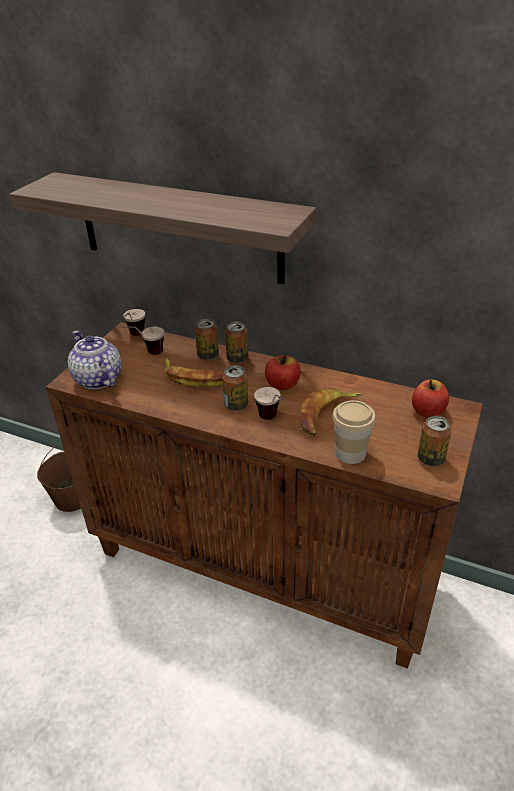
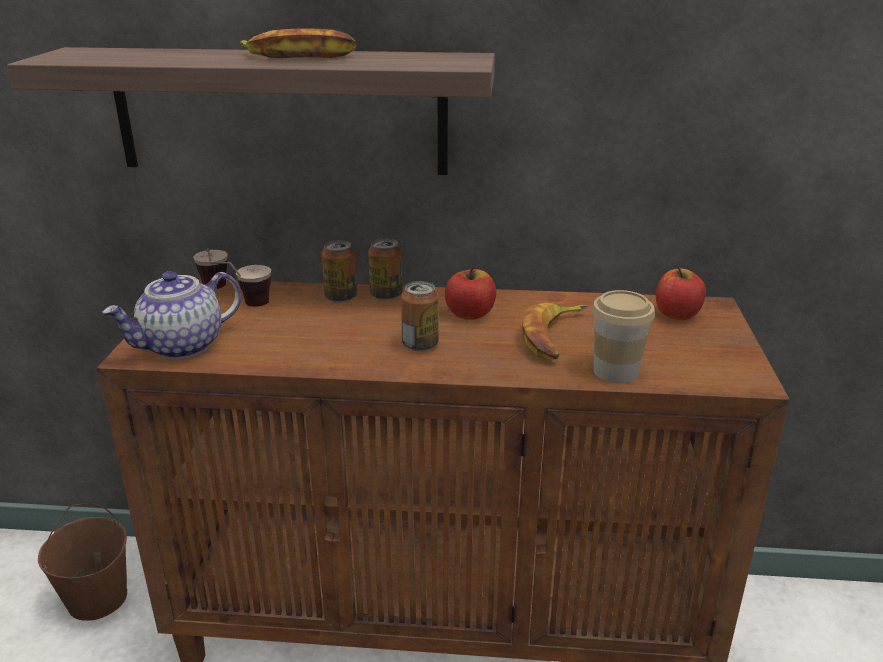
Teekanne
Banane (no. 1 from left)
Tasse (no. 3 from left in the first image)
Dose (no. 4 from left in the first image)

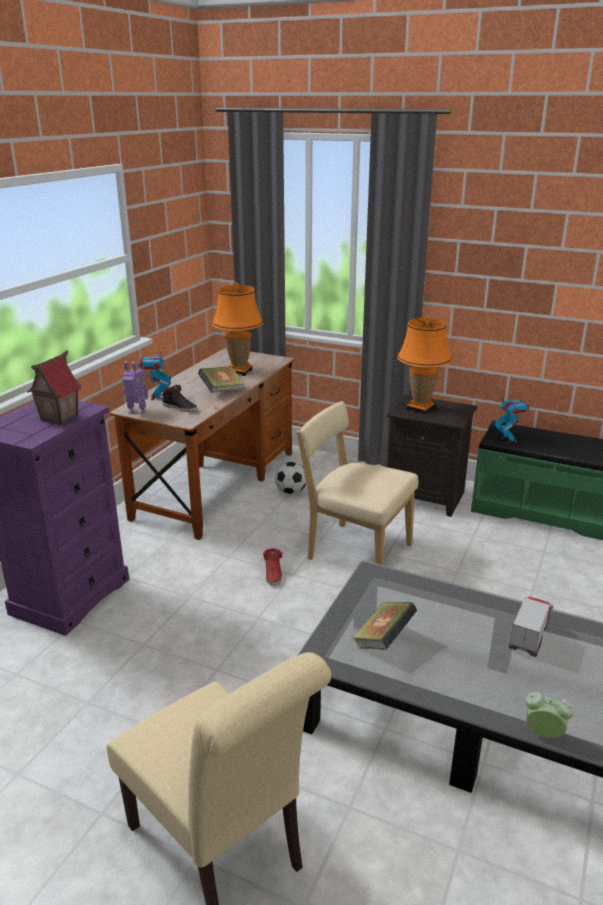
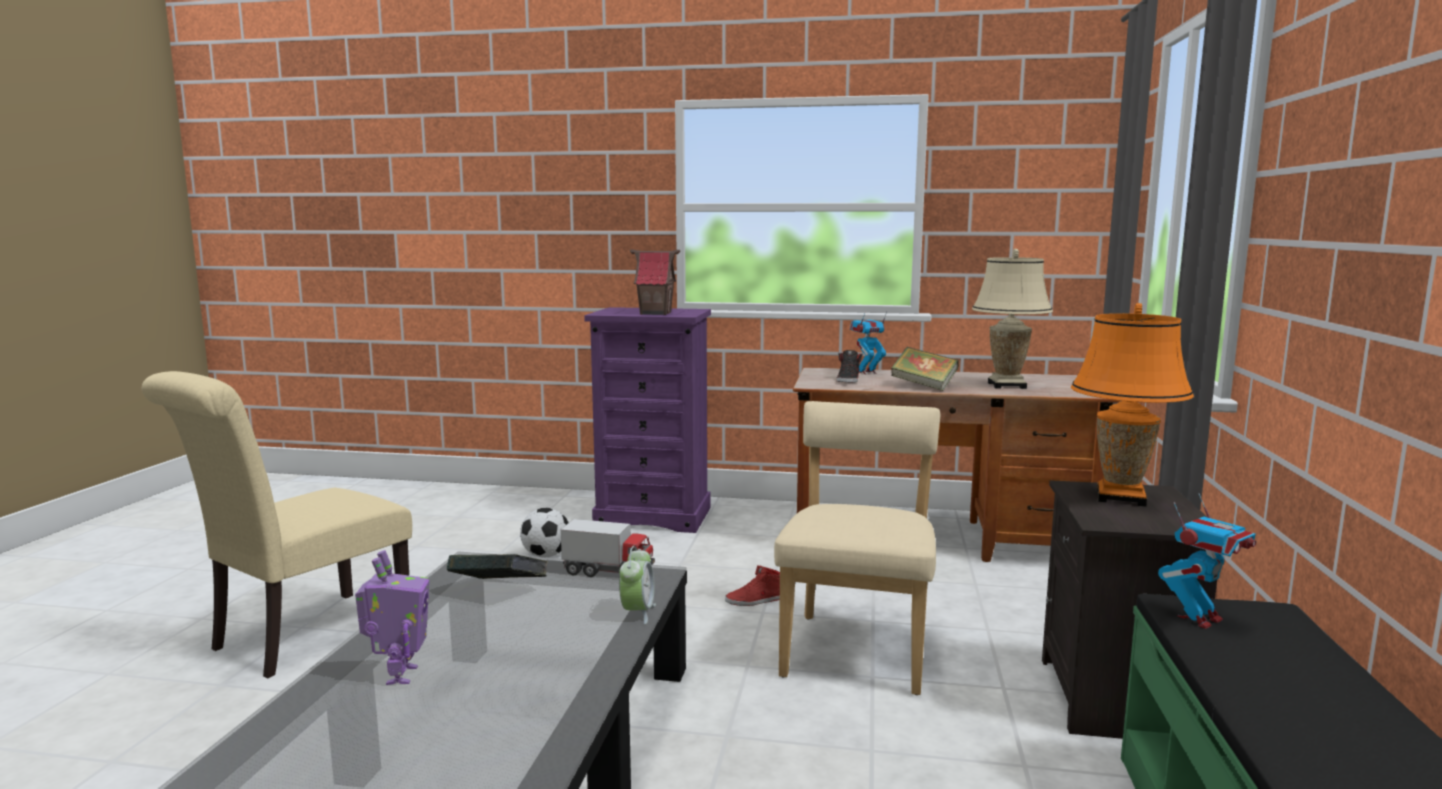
Spielzeugroboter (no. 1 from left)
Tischlampe [beige]
Fußball
Spielzeuglaster
Wecker

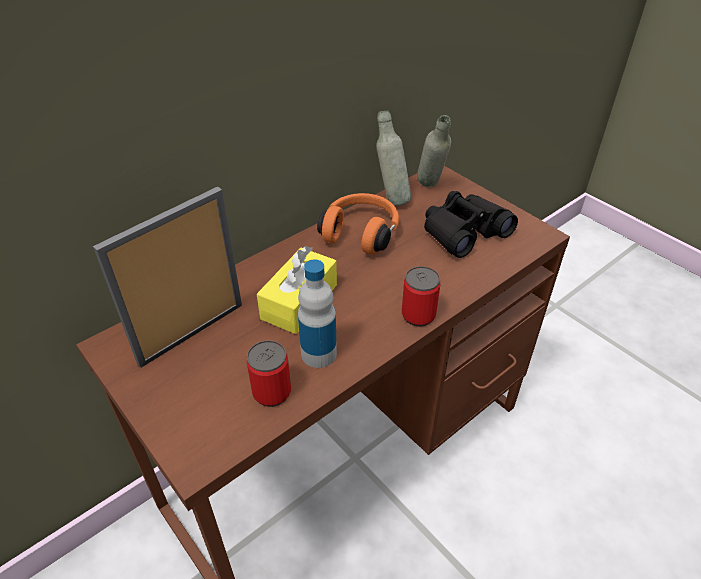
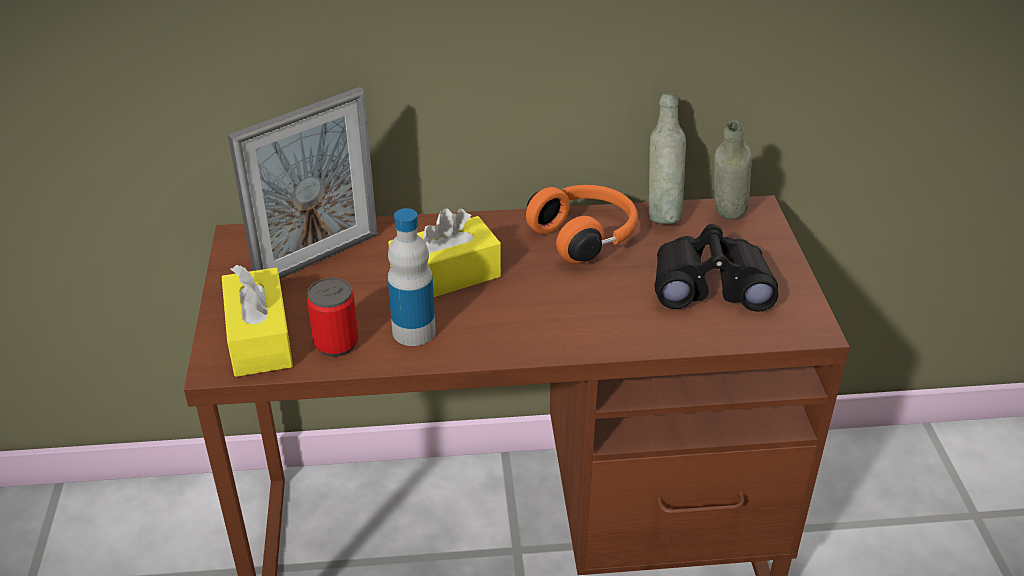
Bilderrahmen
Dose (no. 2 from left in the first image)
Taschentuchbox [gelb] (no. 1 from left)

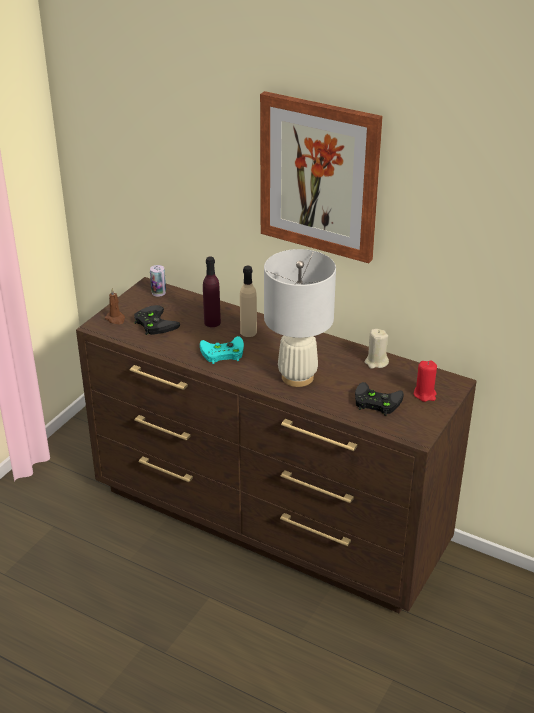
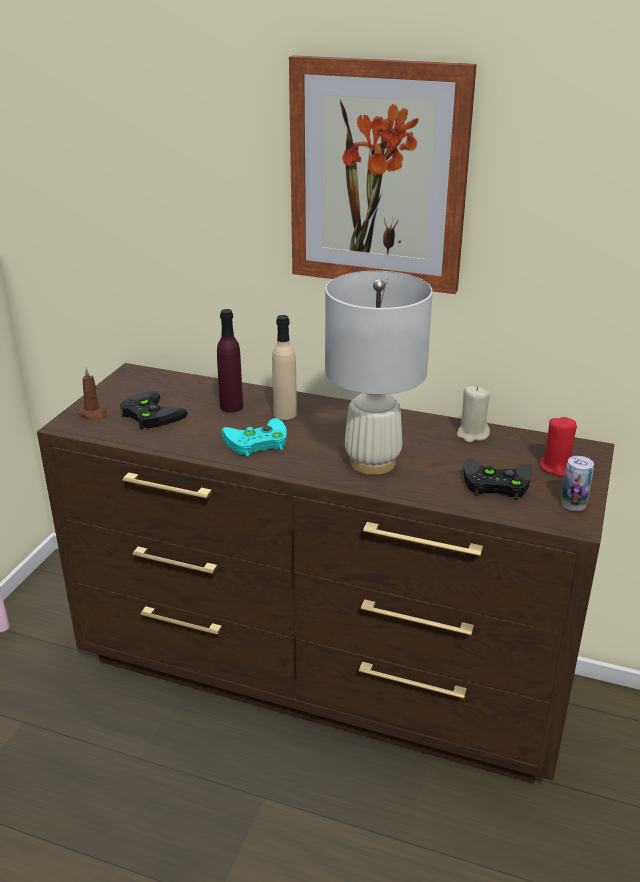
Dose

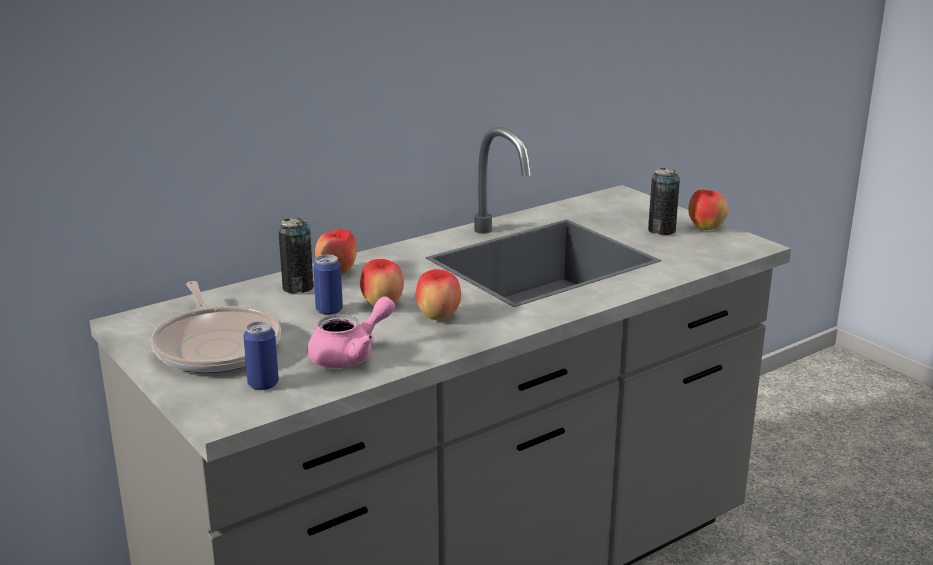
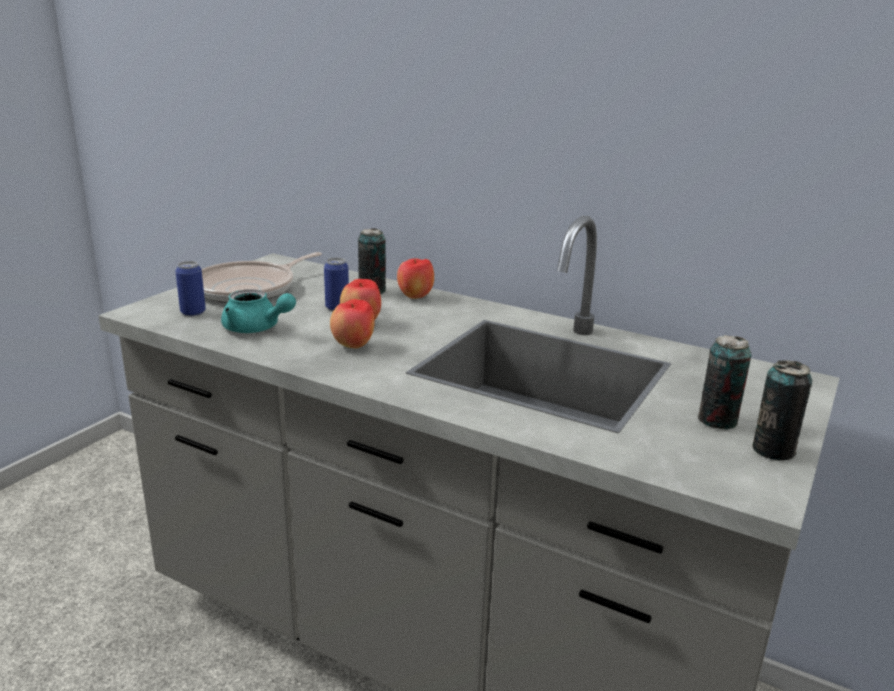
Teekanne [türkis]
Dose (no. 5 from left)

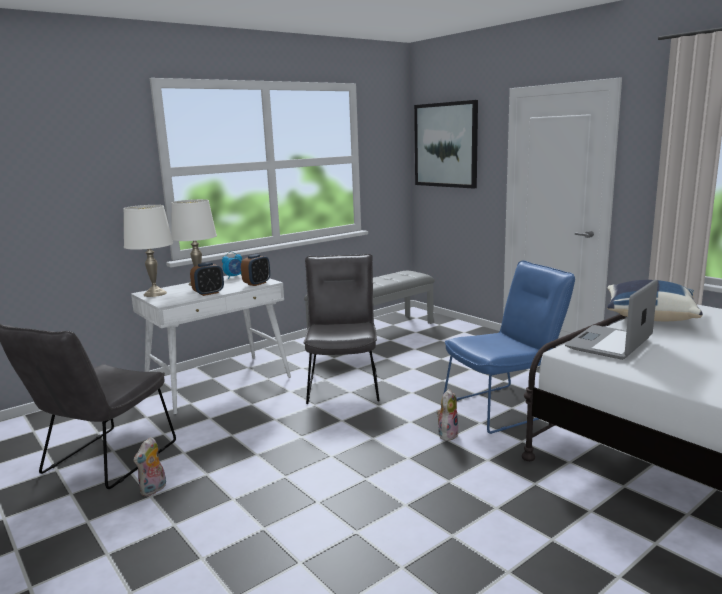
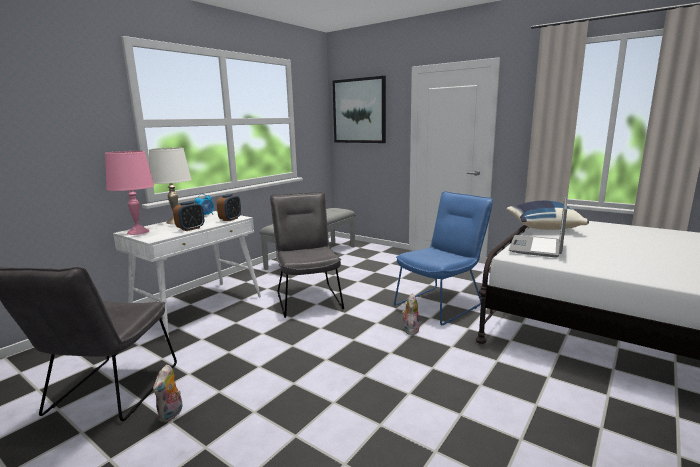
Tischlampe [rosa]

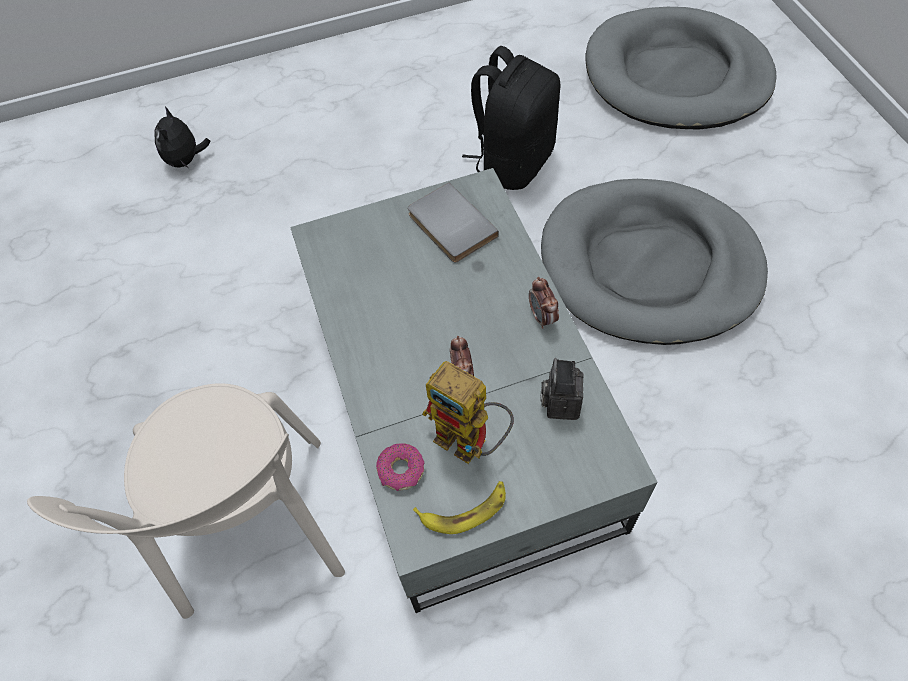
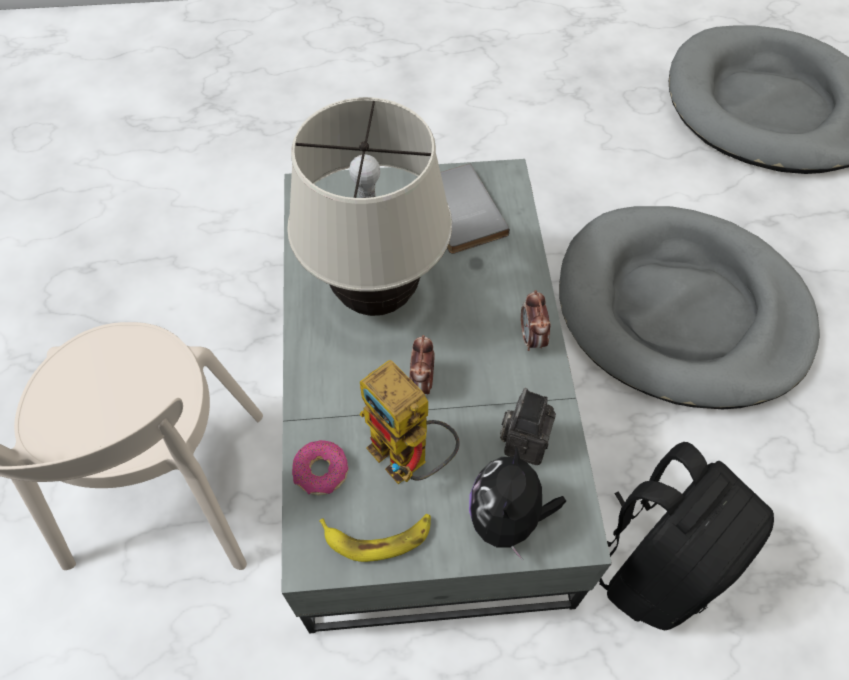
Plüschtier
Rucksack [schwarz]
Tischlampe [beige]

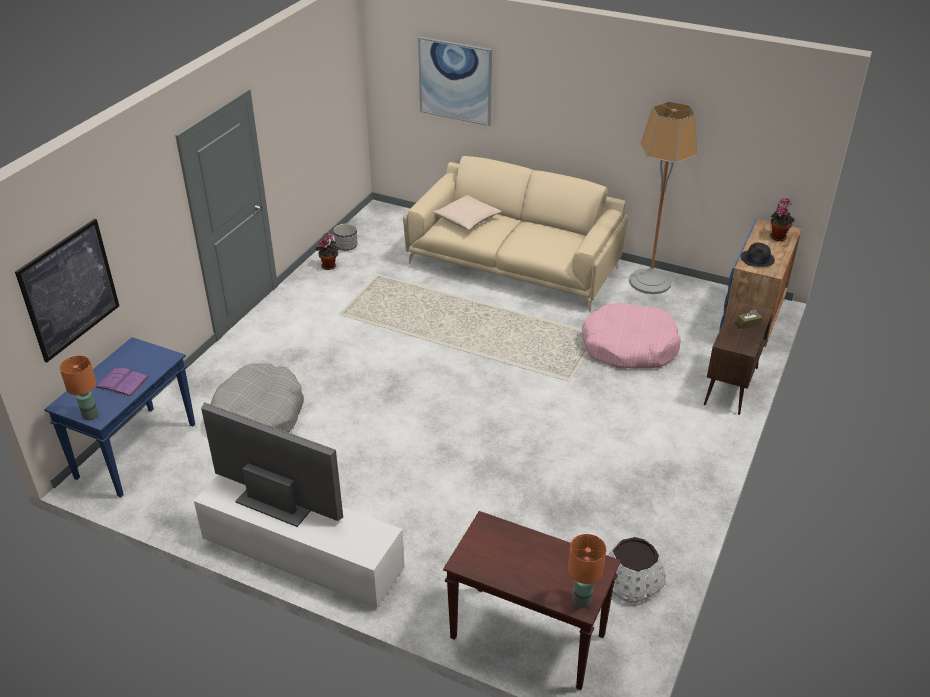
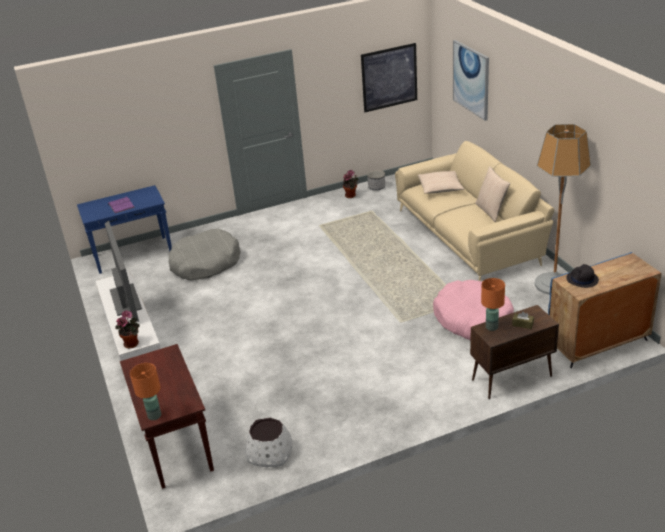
Bild (no. 1 from left)
Tischlampe [orange] (no. 2 from left)
Topfpflanze (no. 1 from left)
Kissen [beige] (no. 2 from left)

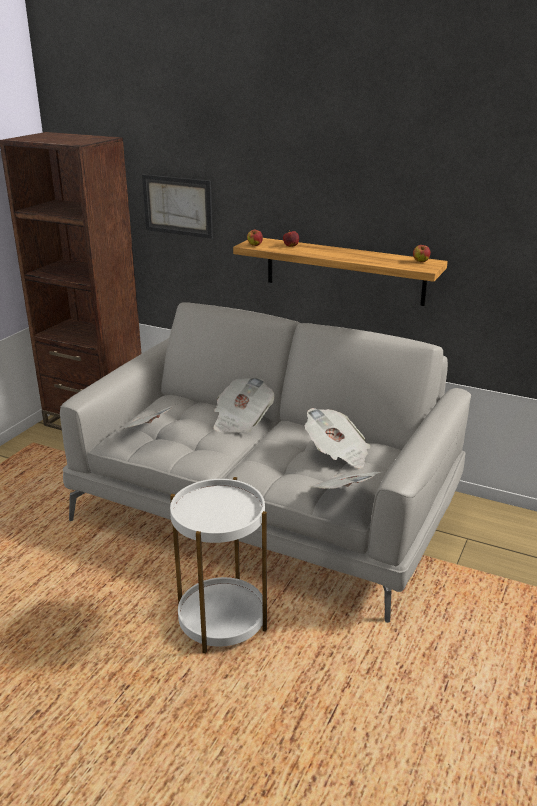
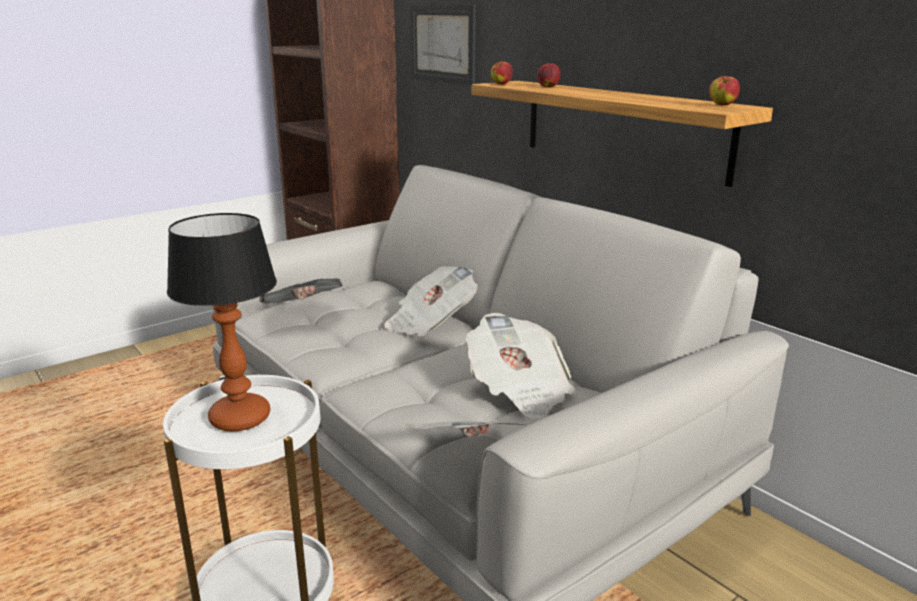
Tischlampe

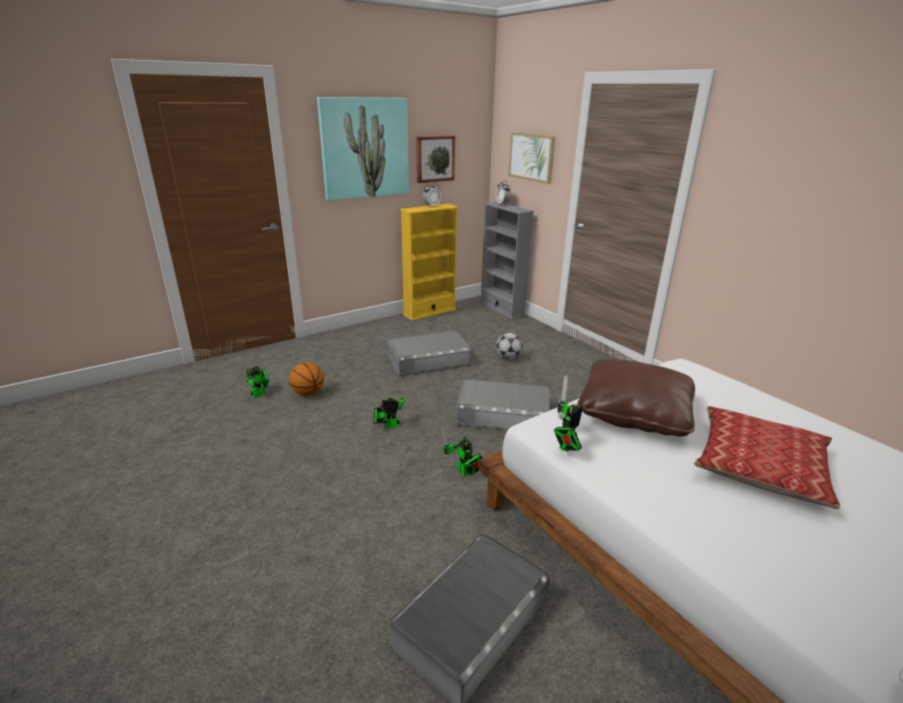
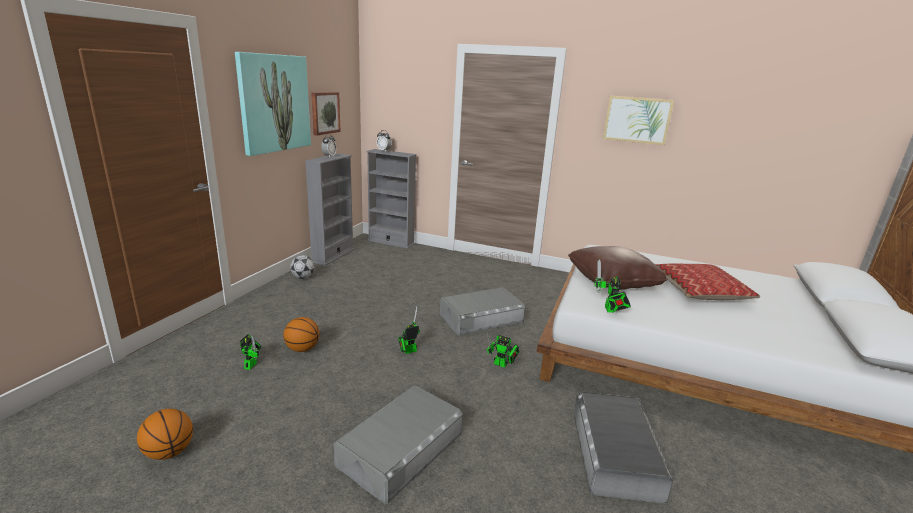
Aufbewahrungsbox [grau] (no. 1 from left)
Bücherregal [grau] (no. 1 from left)
Fußball
Bild (no. 3 from left)
Basketball (no. 1 from left)

